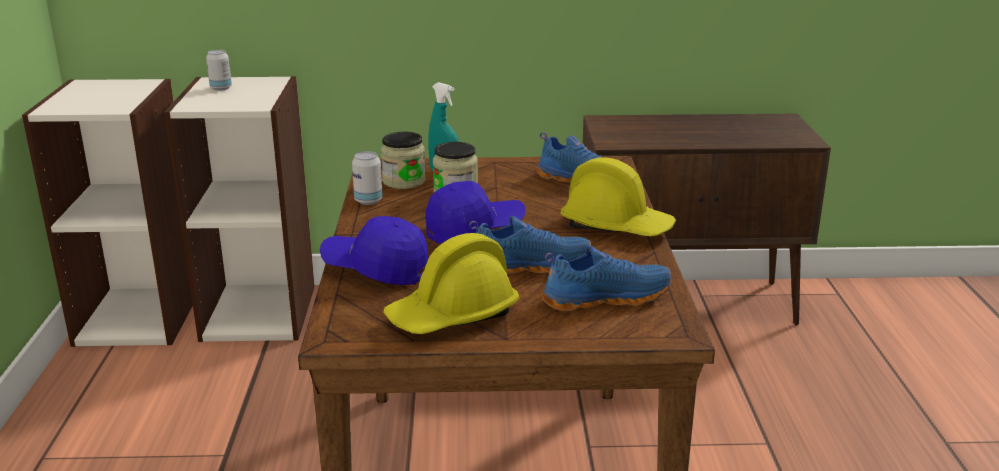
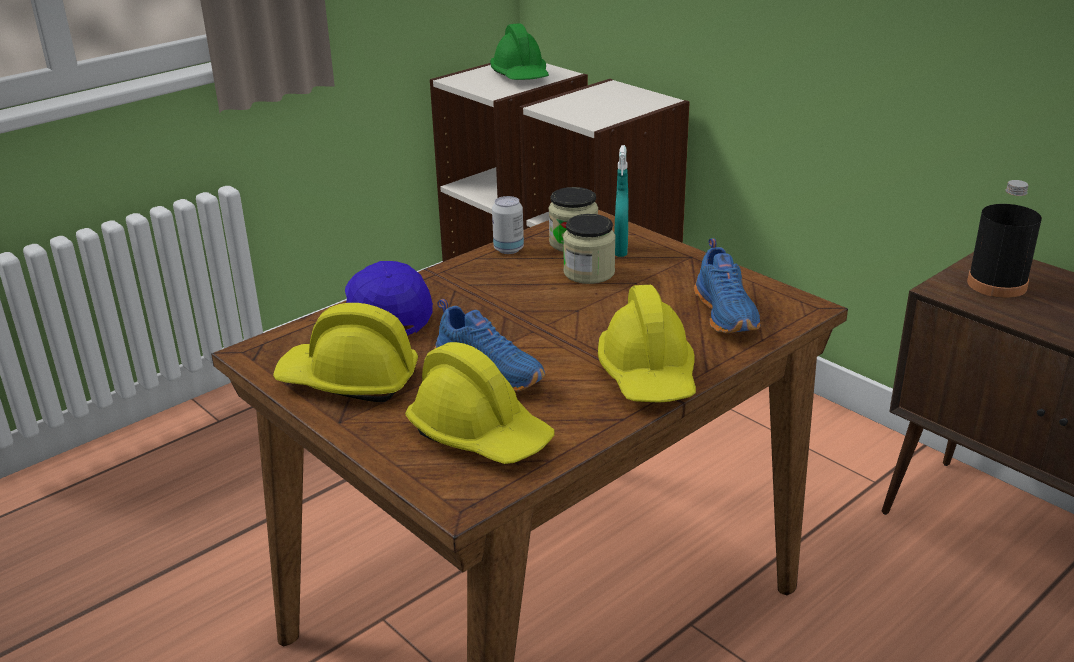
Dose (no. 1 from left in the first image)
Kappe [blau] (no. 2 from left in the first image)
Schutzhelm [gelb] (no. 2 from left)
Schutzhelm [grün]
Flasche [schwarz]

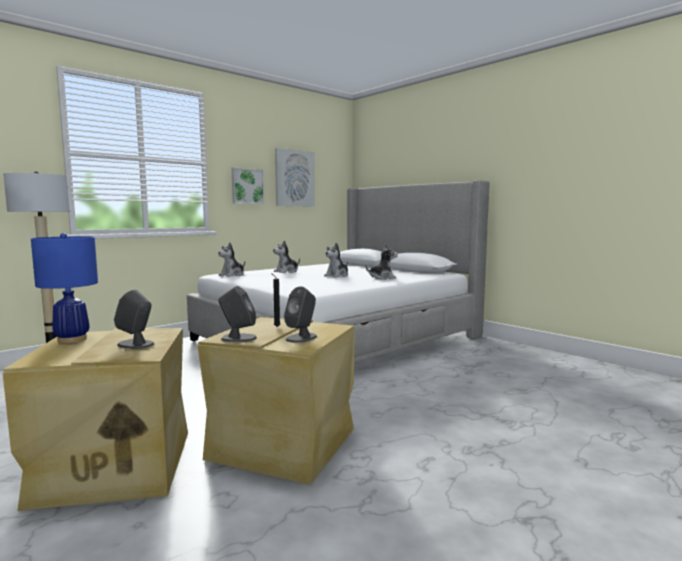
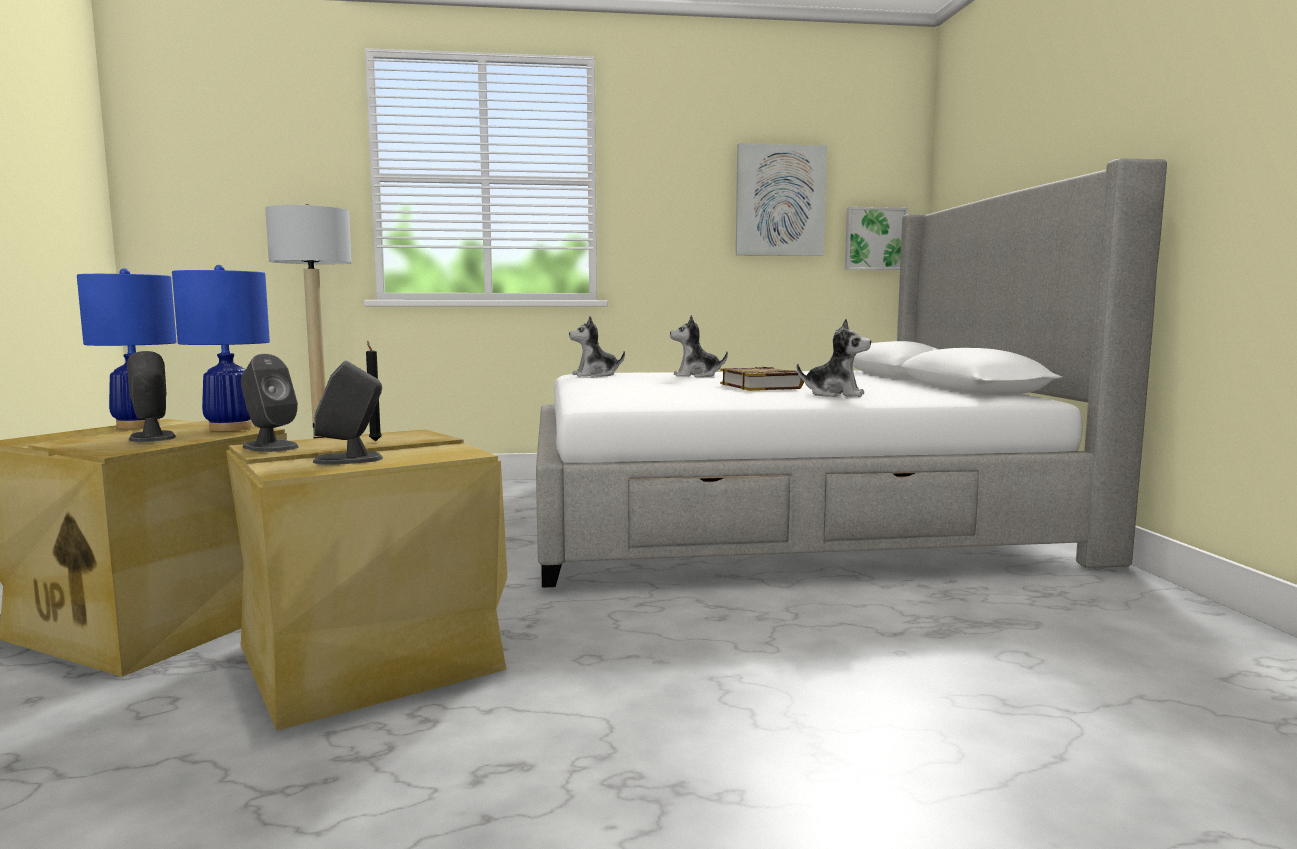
Bild (no. 2 from left)
Buch
Tischlampe [blau] (no. 2 from left)

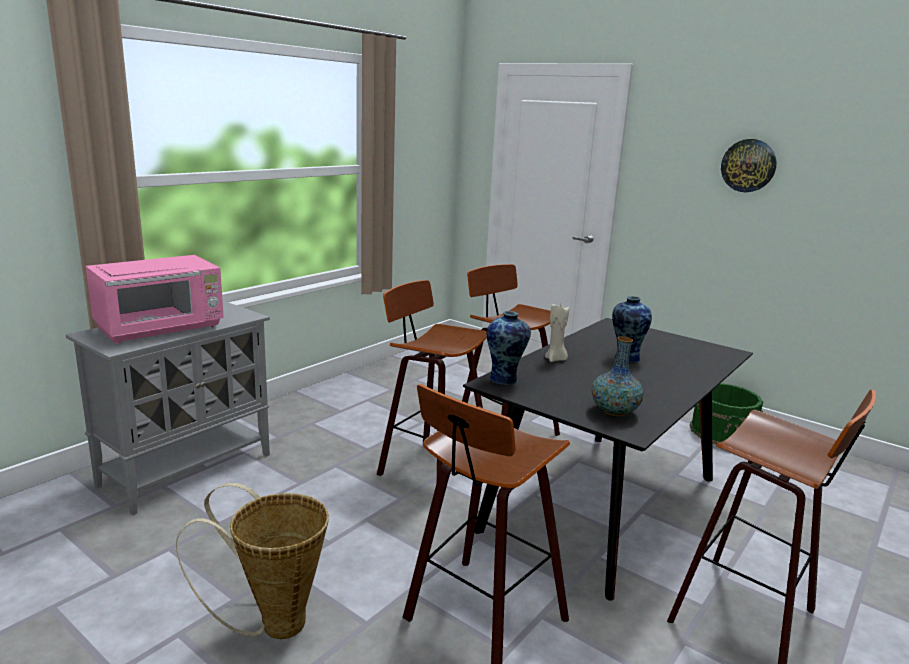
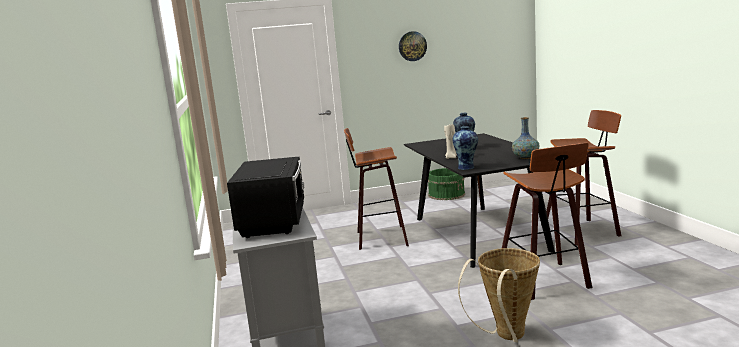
Mikrowelle [schwarz]
Hocker (no. 1 from left in the first image)

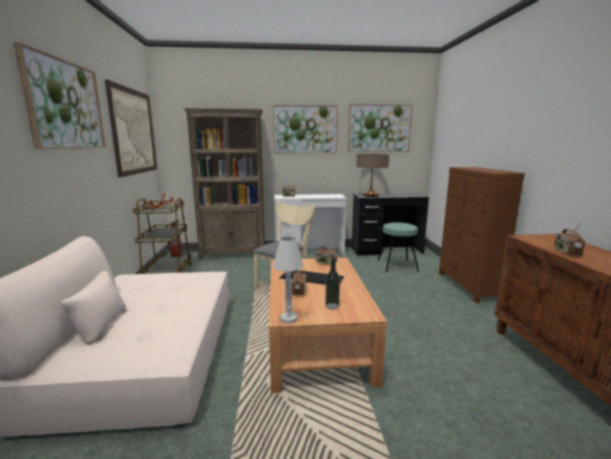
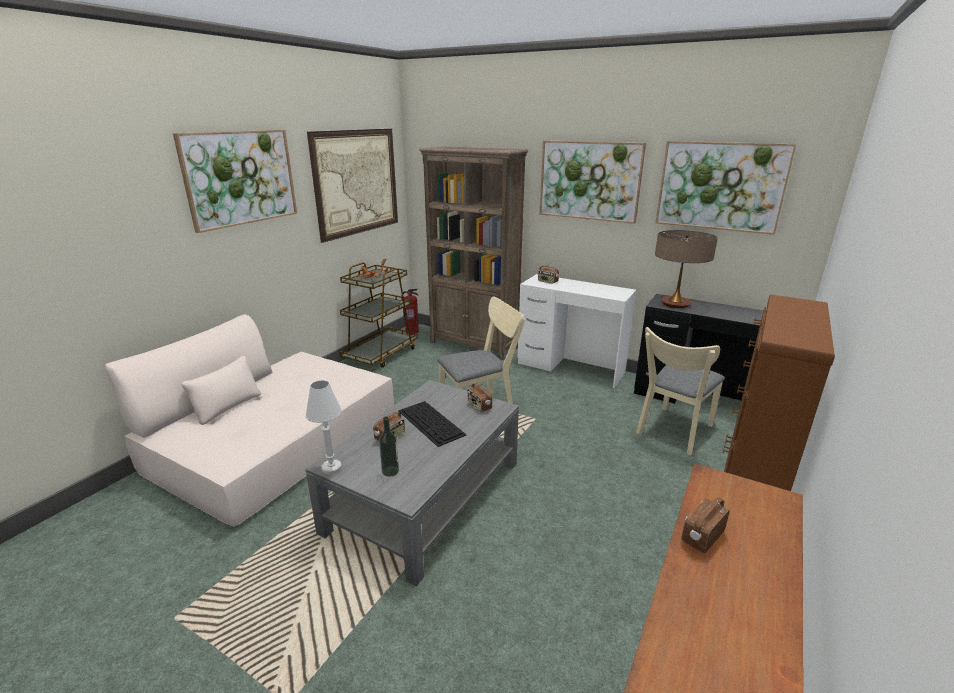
Couchtisch [grau]
Stuhl [beige] (no. 2 from left)

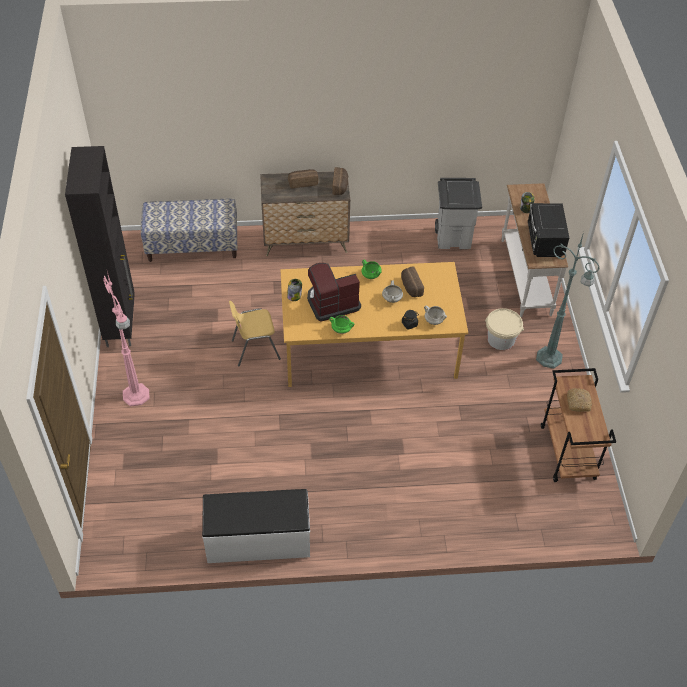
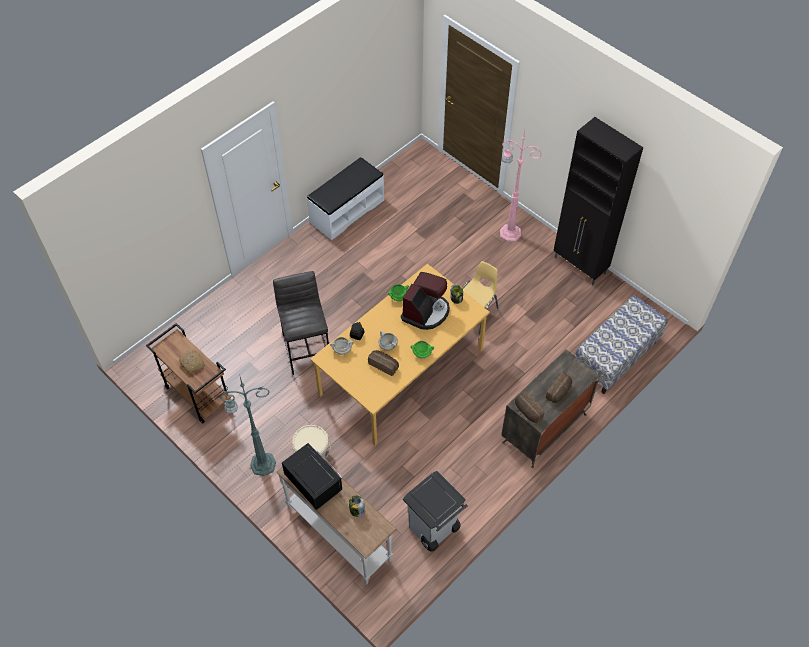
Hocker [grau]

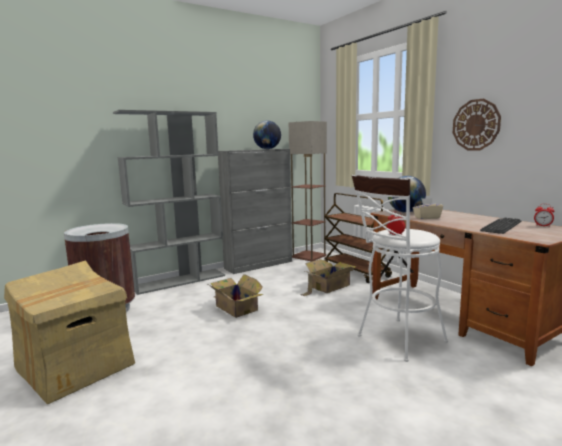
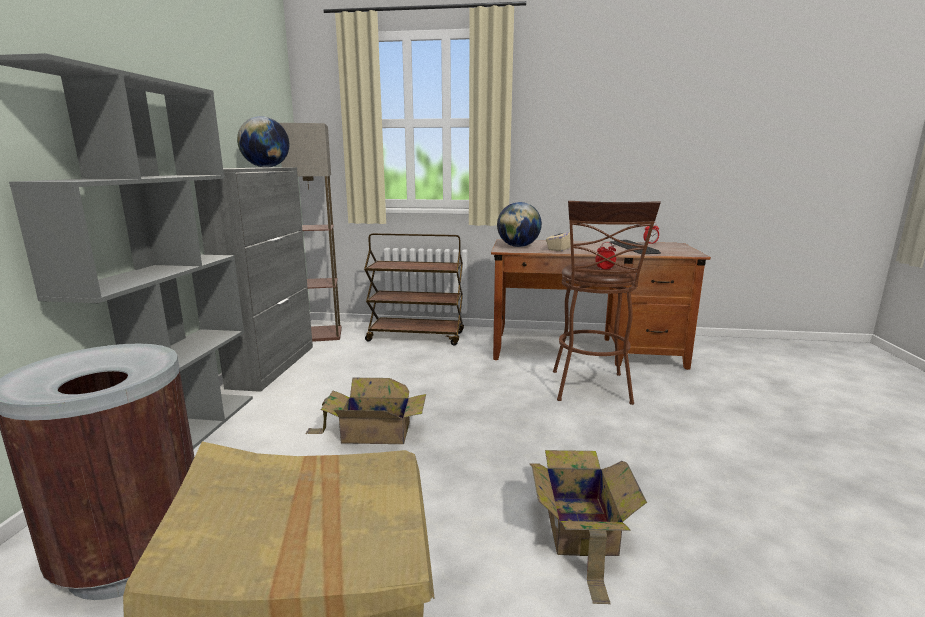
Karton (no. 3 from left)
Hocker [braun]
Wanduhr

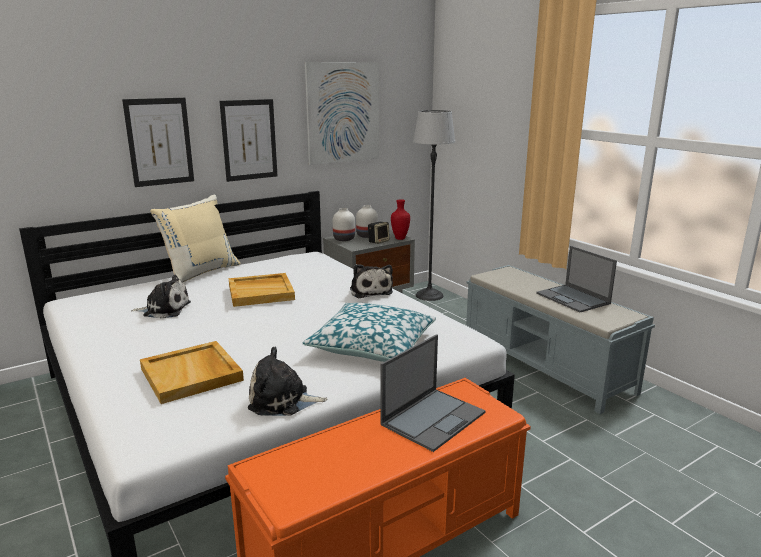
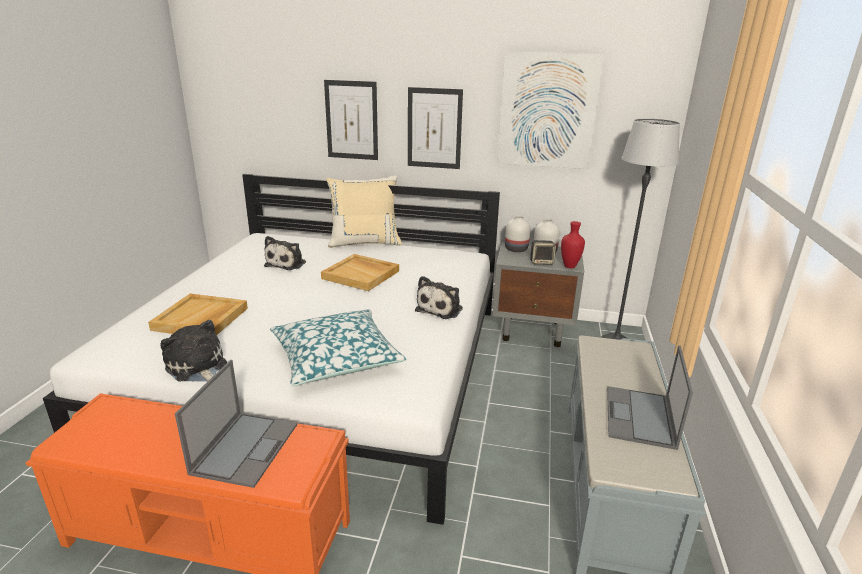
Plüschtier (no. 2 from left)
Laptop (no. 1 from left)

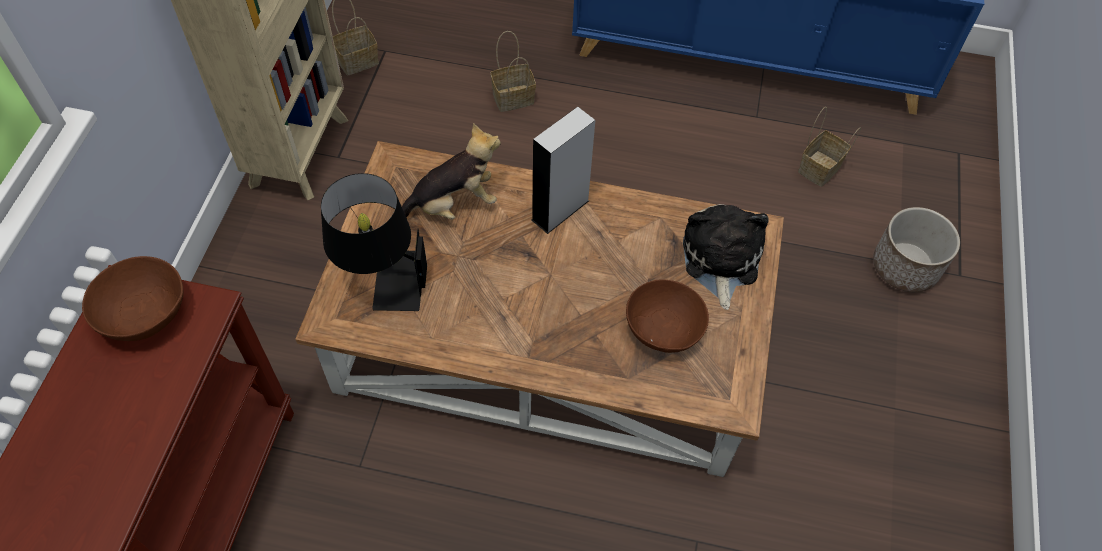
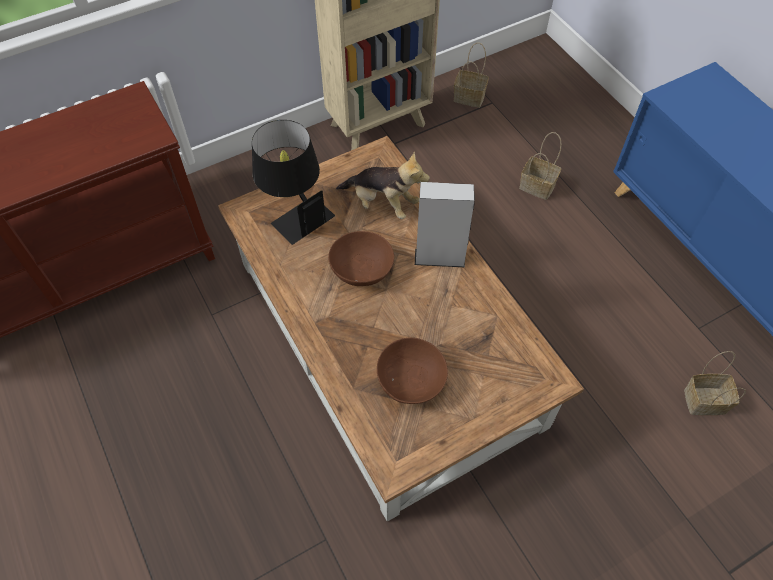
Schüssel [braun] (no. 1 from left)
Plüschtier (no. 2 from left in the first image)
Pflanzkübel

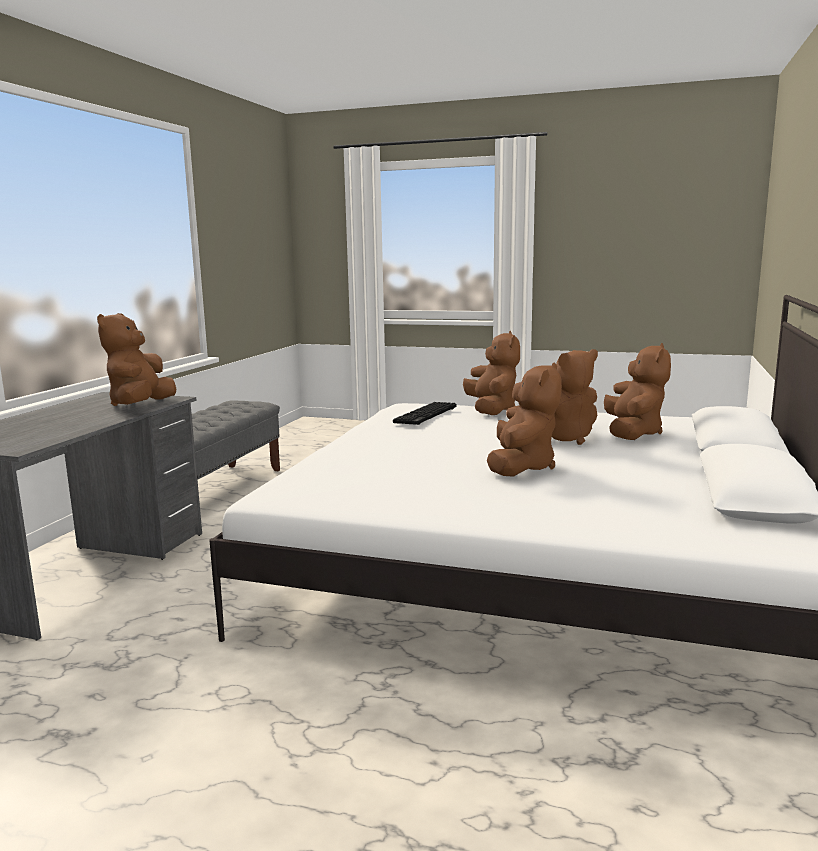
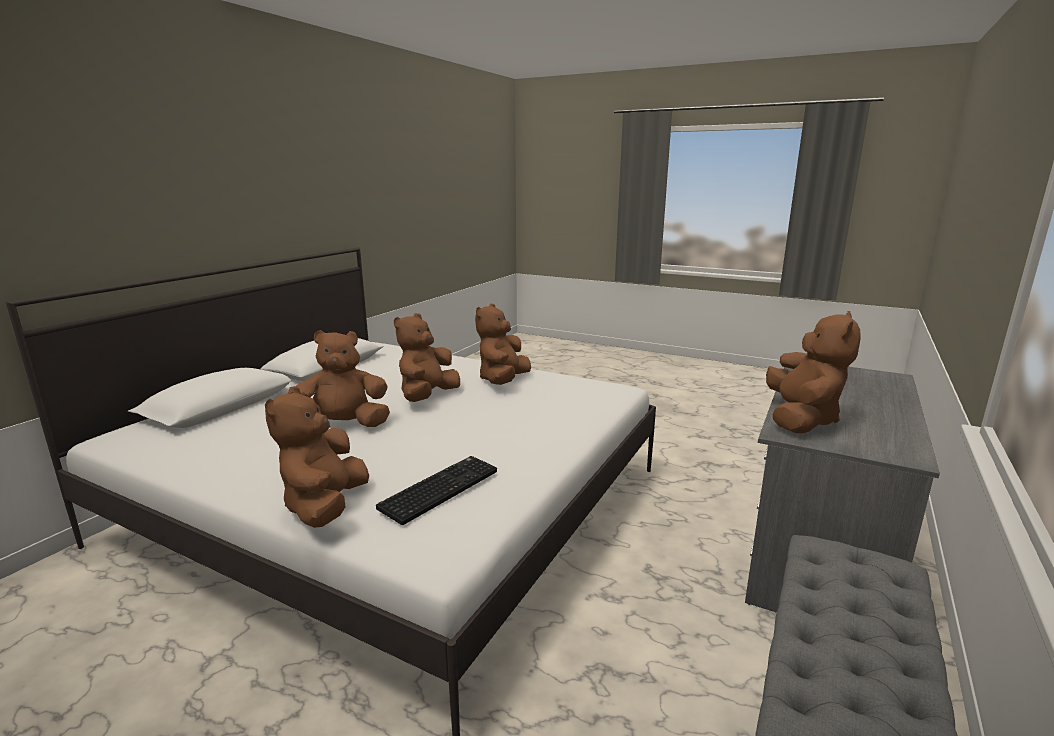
Plüschtier [braun] (no. 4 from left)

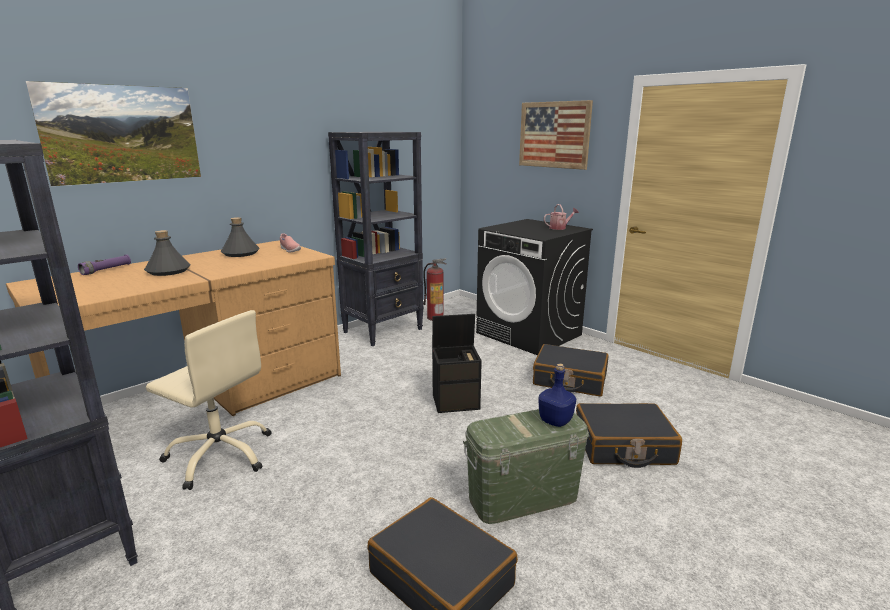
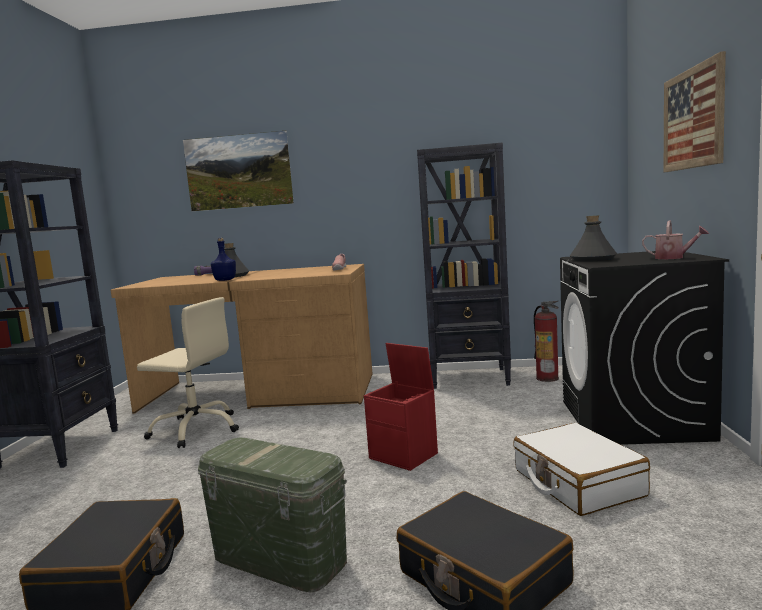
Bürostuhl [beige]
Flasche [grau] (no. 2 from left)
Aufbewahrungsbox [rot]
Koffer [weiß]
Flasche [blau]

